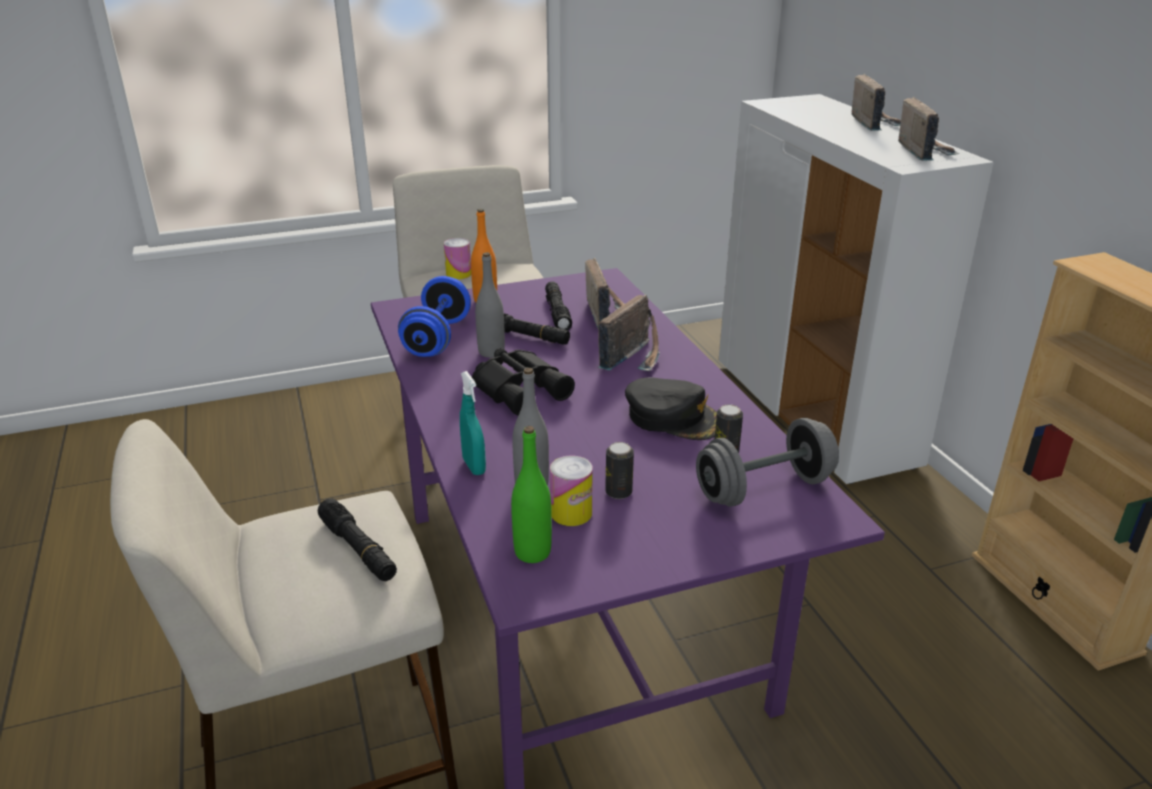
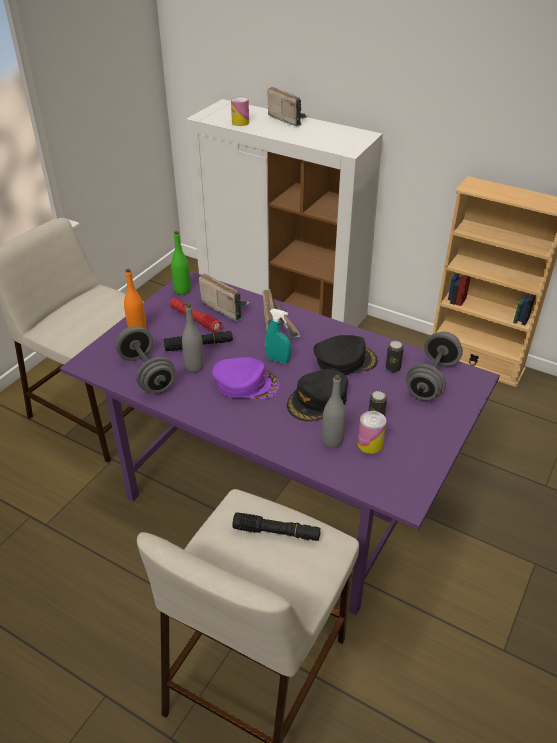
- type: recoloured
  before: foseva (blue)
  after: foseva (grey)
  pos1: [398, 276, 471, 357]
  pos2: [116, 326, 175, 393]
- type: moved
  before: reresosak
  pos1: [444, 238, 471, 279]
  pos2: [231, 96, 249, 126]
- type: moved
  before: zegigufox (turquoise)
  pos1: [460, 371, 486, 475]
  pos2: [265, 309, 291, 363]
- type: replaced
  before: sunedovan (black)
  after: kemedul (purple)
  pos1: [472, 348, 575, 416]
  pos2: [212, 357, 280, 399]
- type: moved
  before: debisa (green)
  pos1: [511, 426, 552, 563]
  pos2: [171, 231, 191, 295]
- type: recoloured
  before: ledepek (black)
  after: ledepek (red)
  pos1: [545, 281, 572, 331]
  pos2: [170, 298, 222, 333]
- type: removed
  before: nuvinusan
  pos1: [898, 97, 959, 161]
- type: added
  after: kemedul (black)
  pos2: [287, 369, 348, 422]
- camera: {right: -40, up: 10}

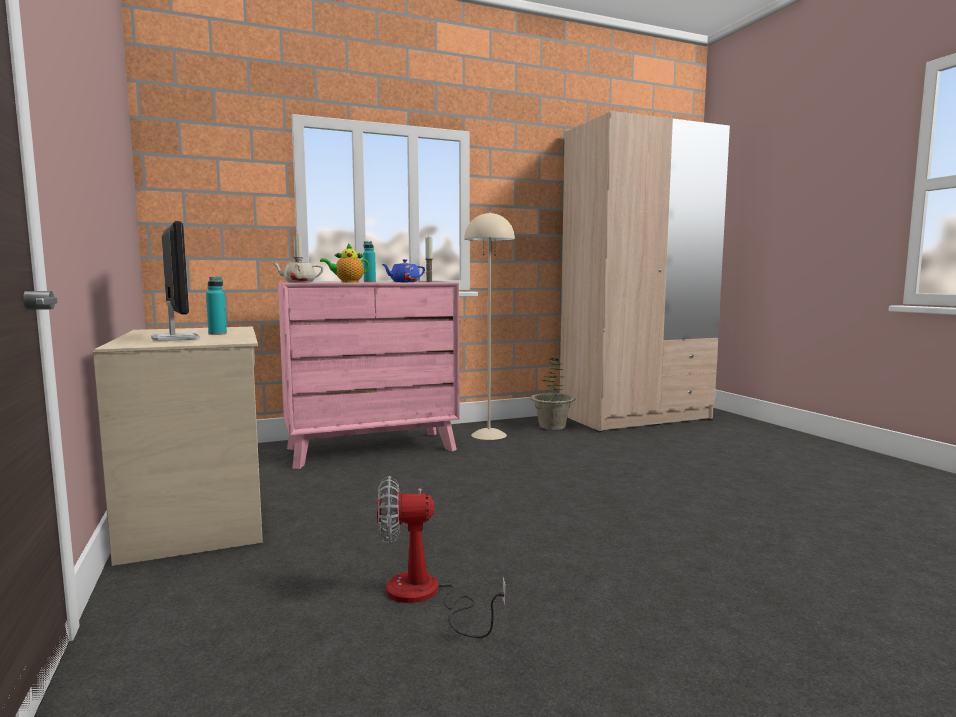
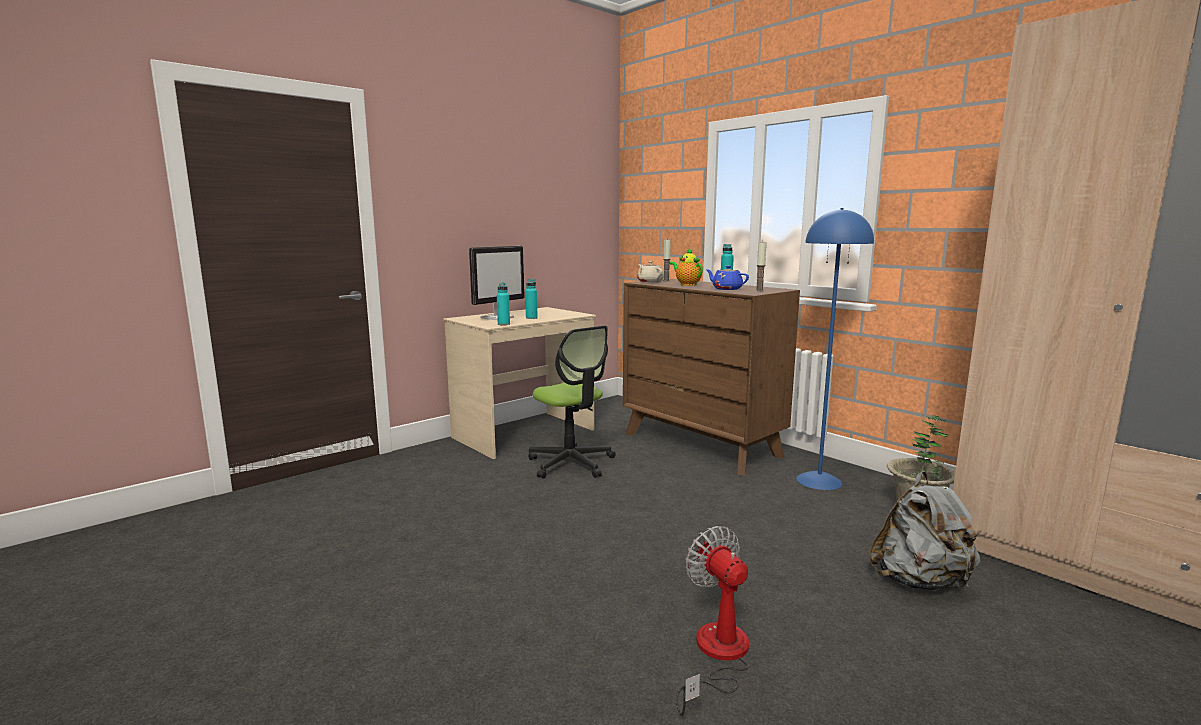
- type: recoloured
  before: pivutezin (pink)
  after: pivutezin (brown)
  pos1: [278, 282, 460, 469]
  pos2: [623, 279, 800, 476]
- type: moved
  before: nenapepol
  pos1: [377, 476, 506, 638]
  pos2: [676, 526, 749, 716]
- type: recoloured
  before: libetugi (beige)
  after: libetugi (blue)
  pos1: [464, 212, 515, 440]
  pos2: [796, 208, 874, 490]
- type: added
  after: debisa (turquoise)
  pos2: [497, 283, 510, 325]
- type: added
  after: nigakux
  pos2: [528, 326, 616, 479]
- type: added
  after: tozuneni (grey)
  pos2: [869, 471, 980, 591]
- camera: {right: 70, up: 5}

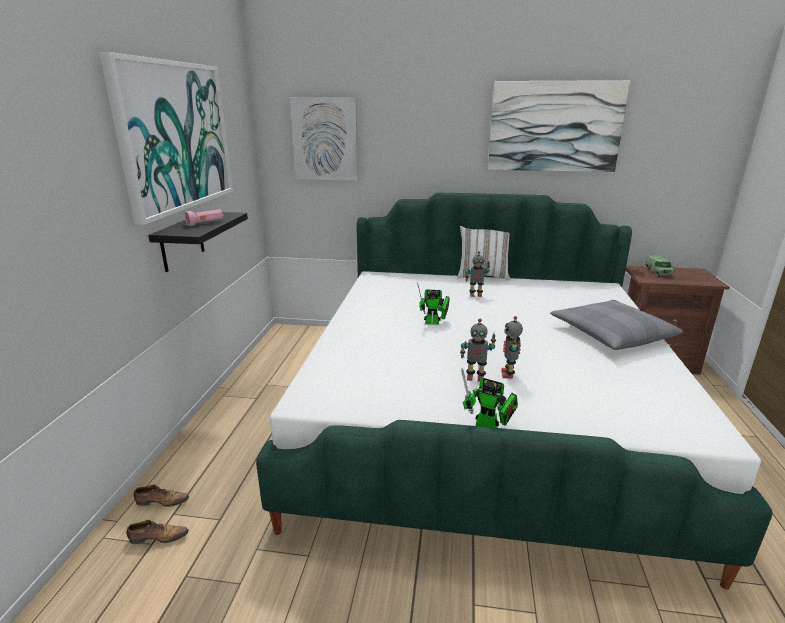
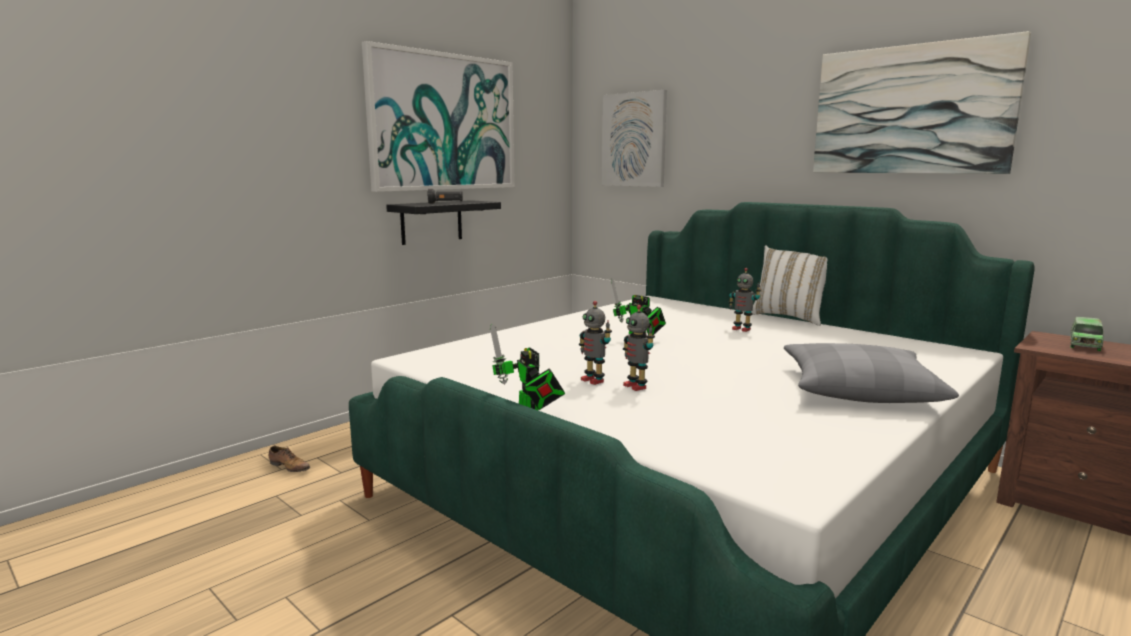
- type: removed
  before: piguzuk
  pos1: [134, 485, 189, 507]
- type: recoloured
  before: ledepek (pink)
  after: ledepek (black)
  pos1: [185, 209, 223, 226]
  pos2: [428, 189, 463, 203]
- type: turned
  before: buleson
  pos1: [502, 316, 523, 379]
  pos2: [623, 305, 655, 391]
  turn: -75
- camera: {right: 35, up: -10}

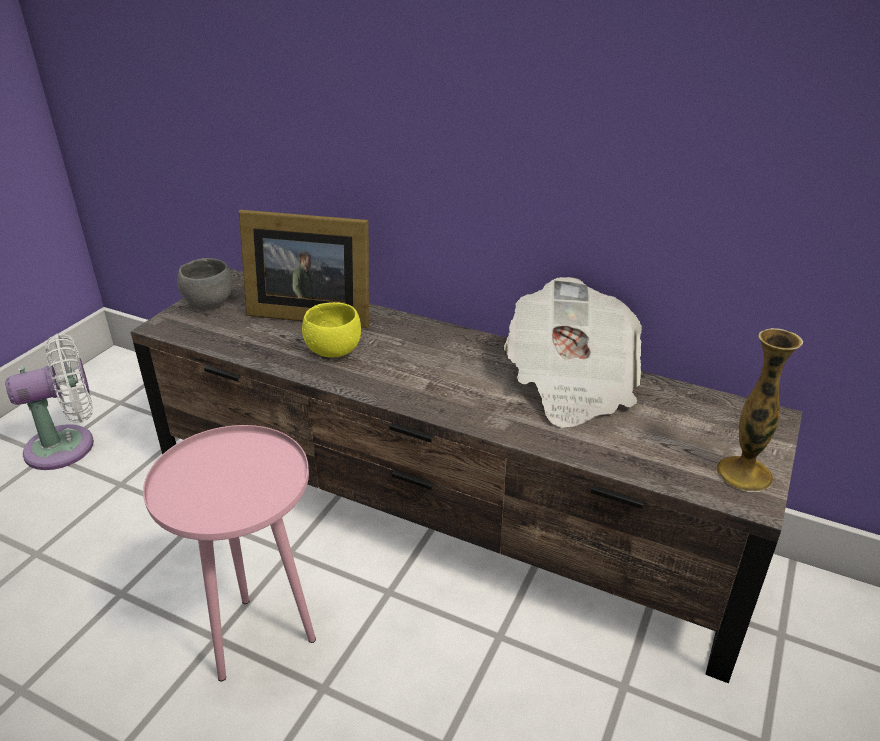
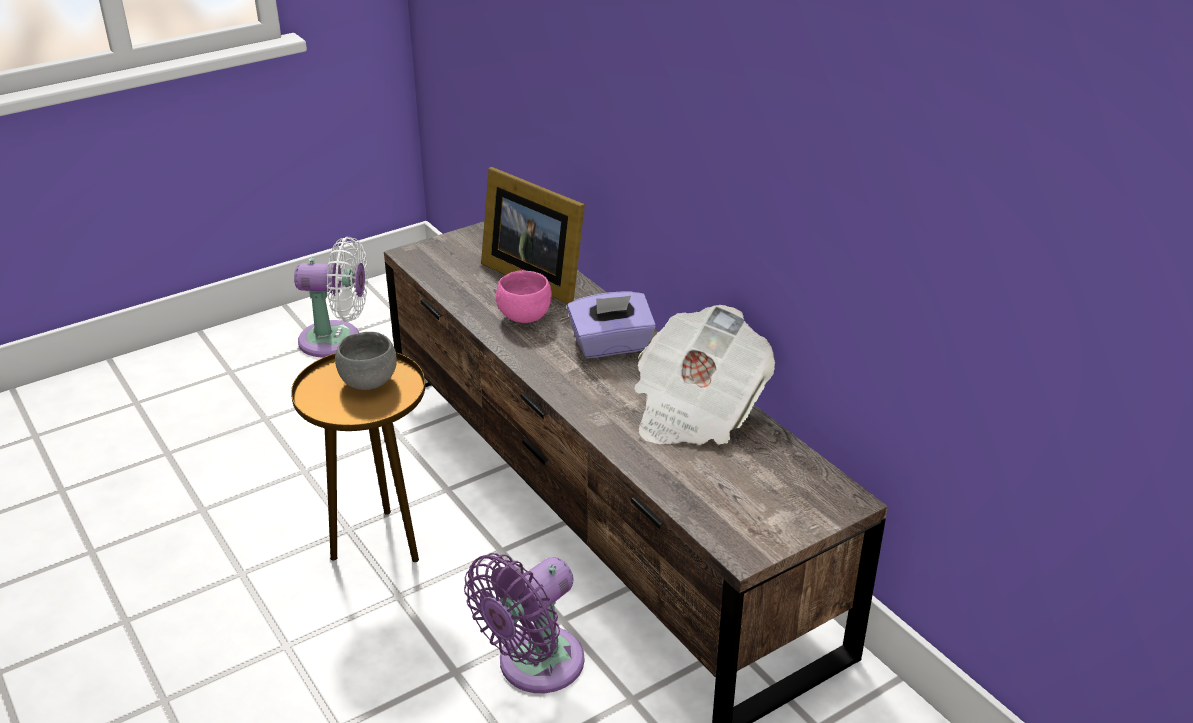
- type: recoloured
  before: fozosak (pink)
  after: fozosak (brown)
  pos1: [143, 425, 316, 681]
  pos2: [291, 352, 425, 562]
- type: moved
  before: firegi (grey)
  pos1: [177, 258, 233, 308]
  pos2: [335, 332, 397, 390]
- type: recoloured
  before: firegi (yellow)
  after: firegi (pink)
  pos1: [302, 302, 361, 358]
  pos2: [496, 270, 552, 323]
- type: removed
  before: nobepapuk
  pos1: [716, 328, 803, 492]
- type: added
  after: nenapepol (purple)
  pos2: [464, 553, 584, 693]
- type: added
  after: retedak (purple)
  pos2: [567, 291, 656, 358]
- camera: {right: 30, up: 0}

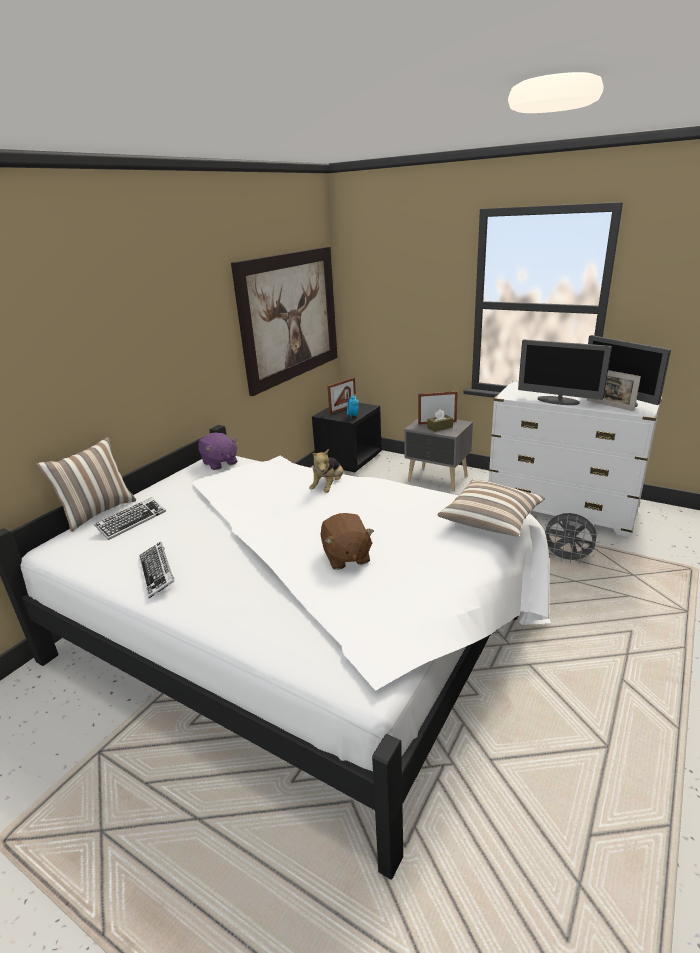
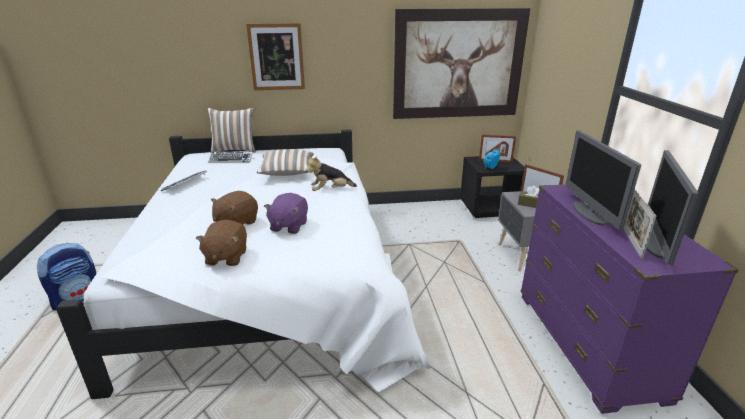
- type: moved
  before: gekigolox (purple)
  pos1: [198, 433, 237, 470]
  pos2: [264, 193, 308, 234]
- type: moved
  before: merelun
  pos1: [438, 479, 546, 536]
  pos2: [256, 149, 314, 176]
- type: recoloured
  before: pivutezin (white)
  after: pivutezin (purple)
  pos1: [489, 381, 663, 537]
  pos2: [521, 184, 739, 414]
- type: removed
  before: nenapepol (grey)
  pos1: [545, 513, 600, 564]
- type: added
  after: tozuneni
  pos2: [37, 243, 97, 310]
- type: added
  after: gekigolox (brown)
  pos2: [196, 220, 247, 266]
- type: added
  after: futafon
  pos2: [246, 23, 305, 90]
- camera: {right: 50, up: 0}

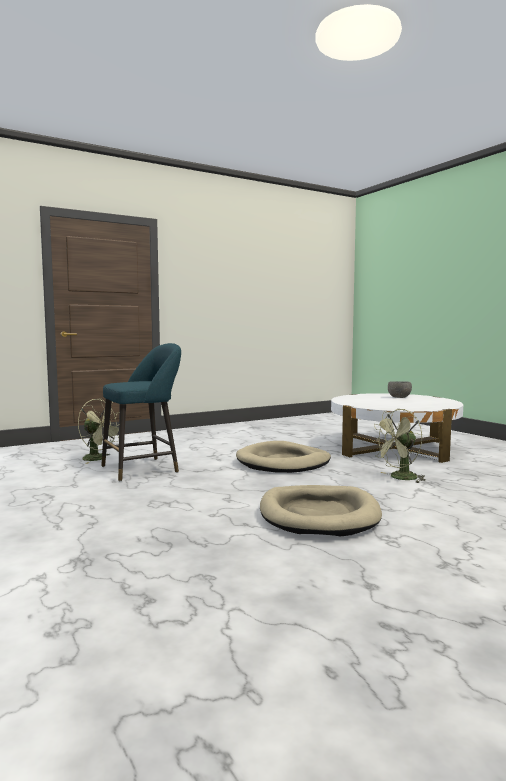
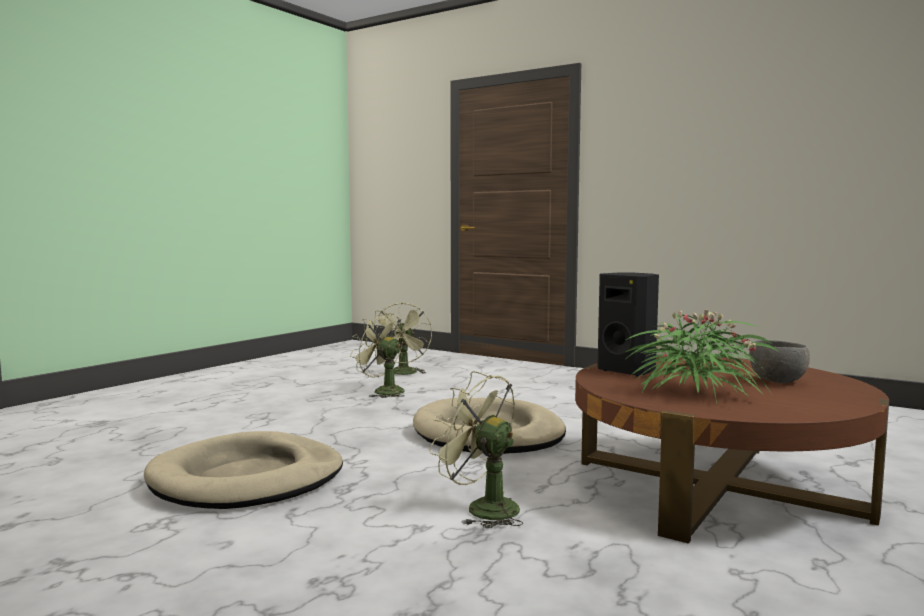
- type: replaced
  before: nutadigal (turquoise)
  after: nenapepol (green)
  pos1: [101, 343, 181, 481]
  pos2: [350, 311, 405, 398]
- type: recoloured
  before: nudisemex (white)
  after: nudisemex (brown)
  pos1: [331, 393, 463, 463]
  pos2: [575, 356, 889, 543]
- type: added
  after: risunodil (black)
  pos2: [597, 272, 659, 377]
- type: added
  after: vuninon
  pos2: [624, 309, 778, 404]
- camera: {right: 65, up: 0}

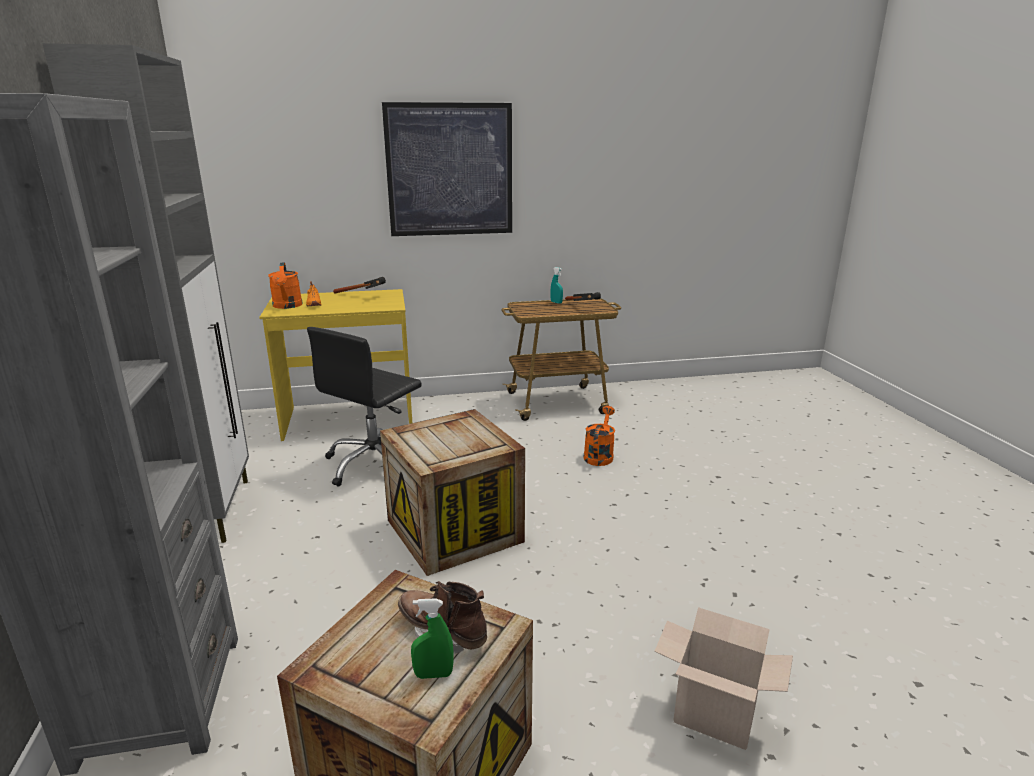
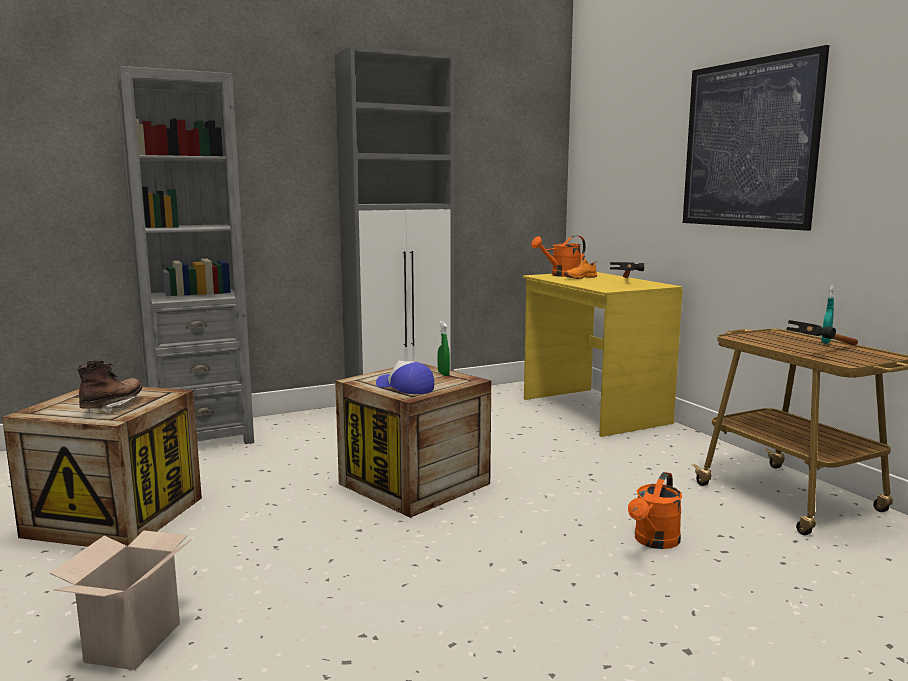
- type: removed
  before: nigakux (black)
  pos1: [307, 327, 422, 487]
- type: moved
  before: zegigufox (green)
  pos1: [411, 598, 454, 679]
  pos2: [438, 321, 450, 376]
- type: turned
  before: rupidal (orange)
  pos1: [583, 406, 615, 466]
  pos2: [628, 472, 682, 549]
  turn: 120
- type: added
  after: kemedul
  pos2: [376, 361, 434, 394]
- camera: {right: 75, up: -10}

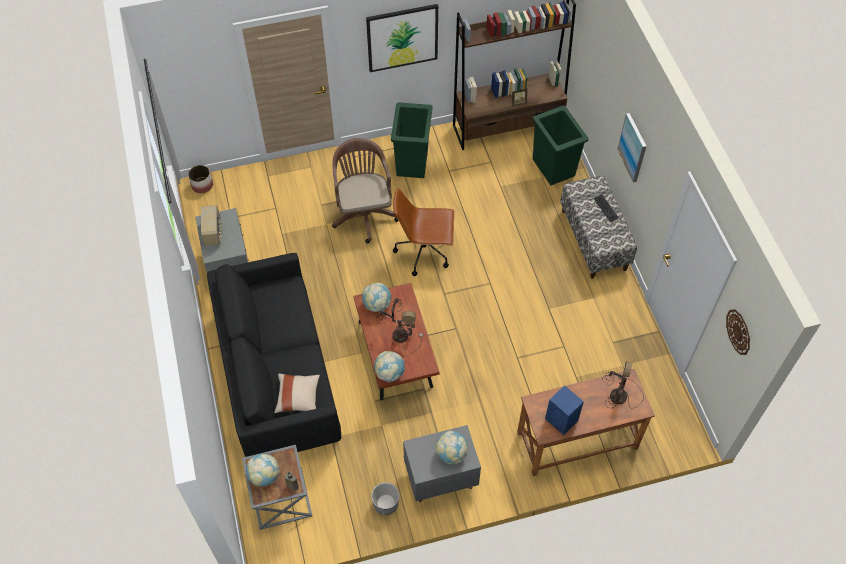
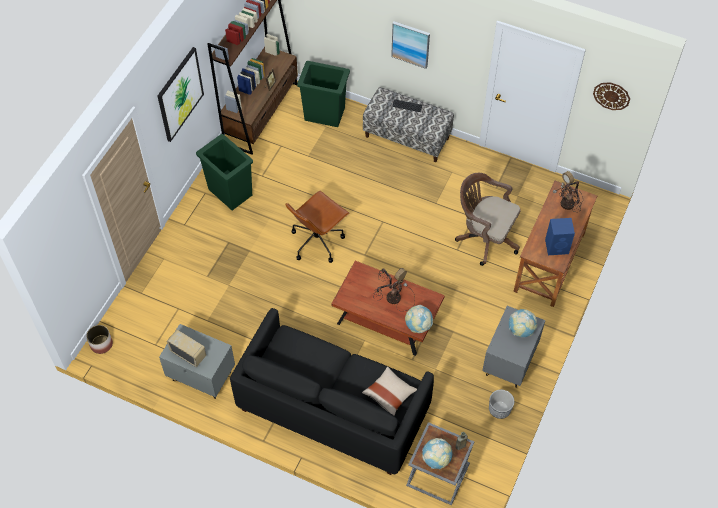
- type: moved
  before: nigakux (brown)
  pos1: [332, 138, 399, 243]
  pos2: [455, 173, 521, 266]
- type: removed
  before: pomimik
  pos1: [362, 283, 391, 312]
- camera: {right: -50, up: 0}

